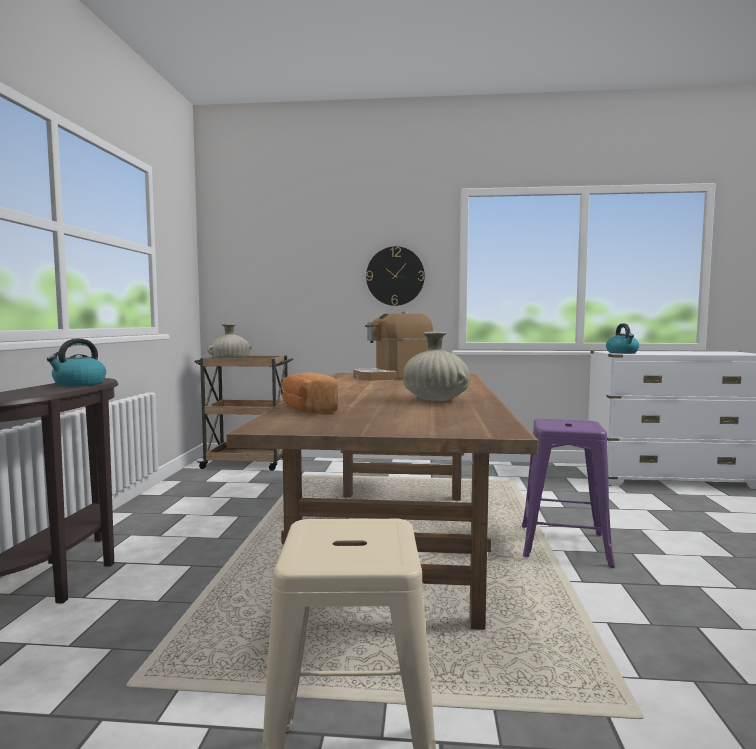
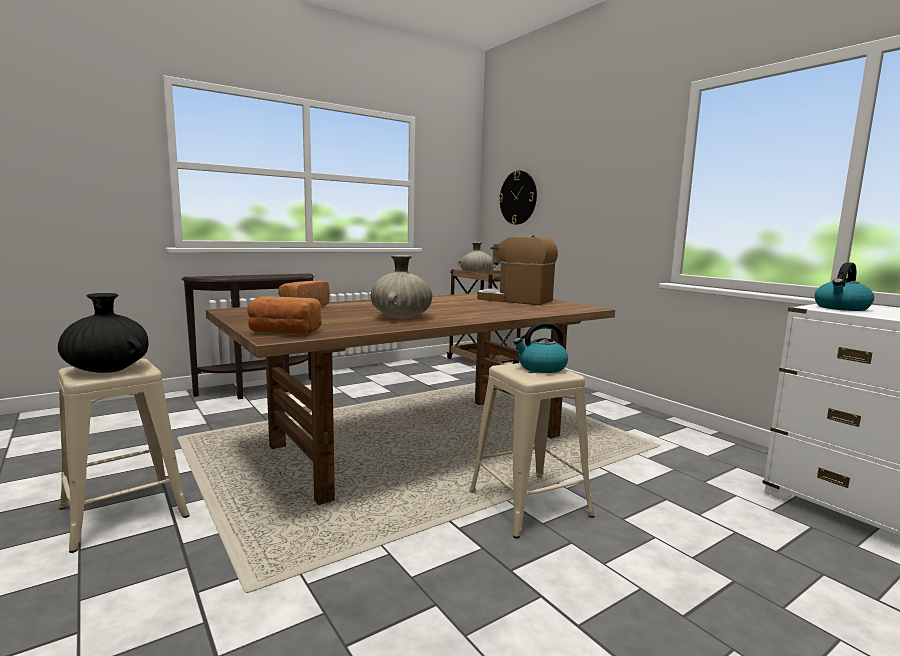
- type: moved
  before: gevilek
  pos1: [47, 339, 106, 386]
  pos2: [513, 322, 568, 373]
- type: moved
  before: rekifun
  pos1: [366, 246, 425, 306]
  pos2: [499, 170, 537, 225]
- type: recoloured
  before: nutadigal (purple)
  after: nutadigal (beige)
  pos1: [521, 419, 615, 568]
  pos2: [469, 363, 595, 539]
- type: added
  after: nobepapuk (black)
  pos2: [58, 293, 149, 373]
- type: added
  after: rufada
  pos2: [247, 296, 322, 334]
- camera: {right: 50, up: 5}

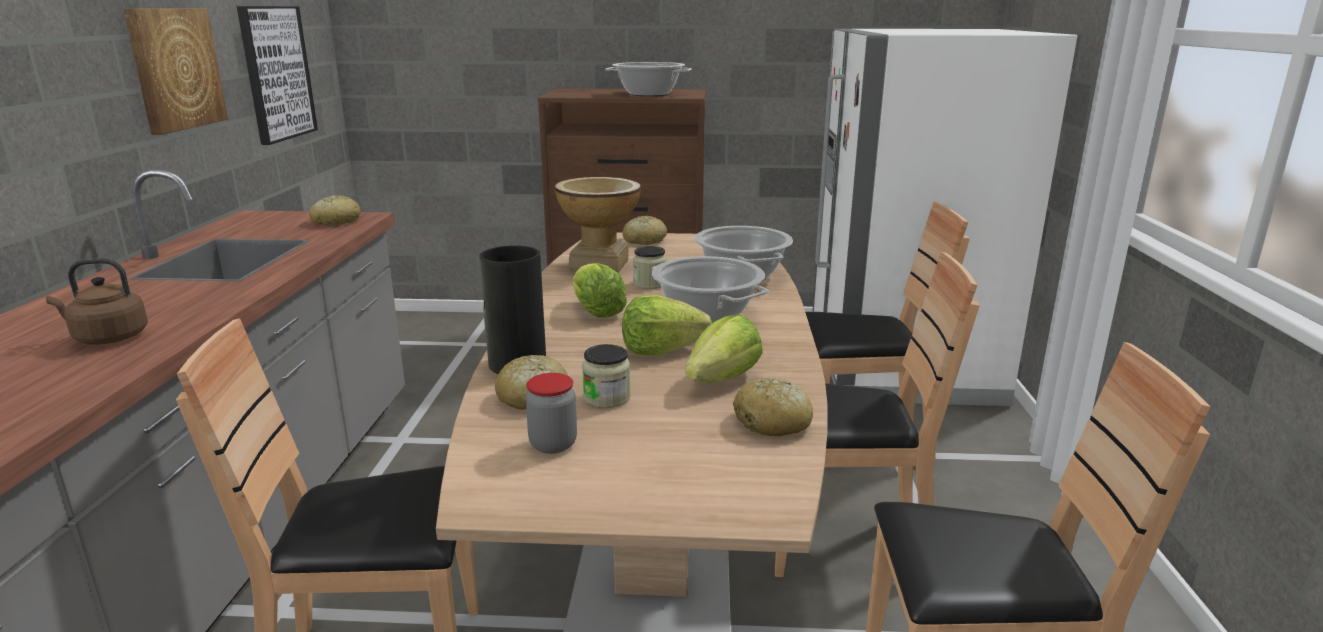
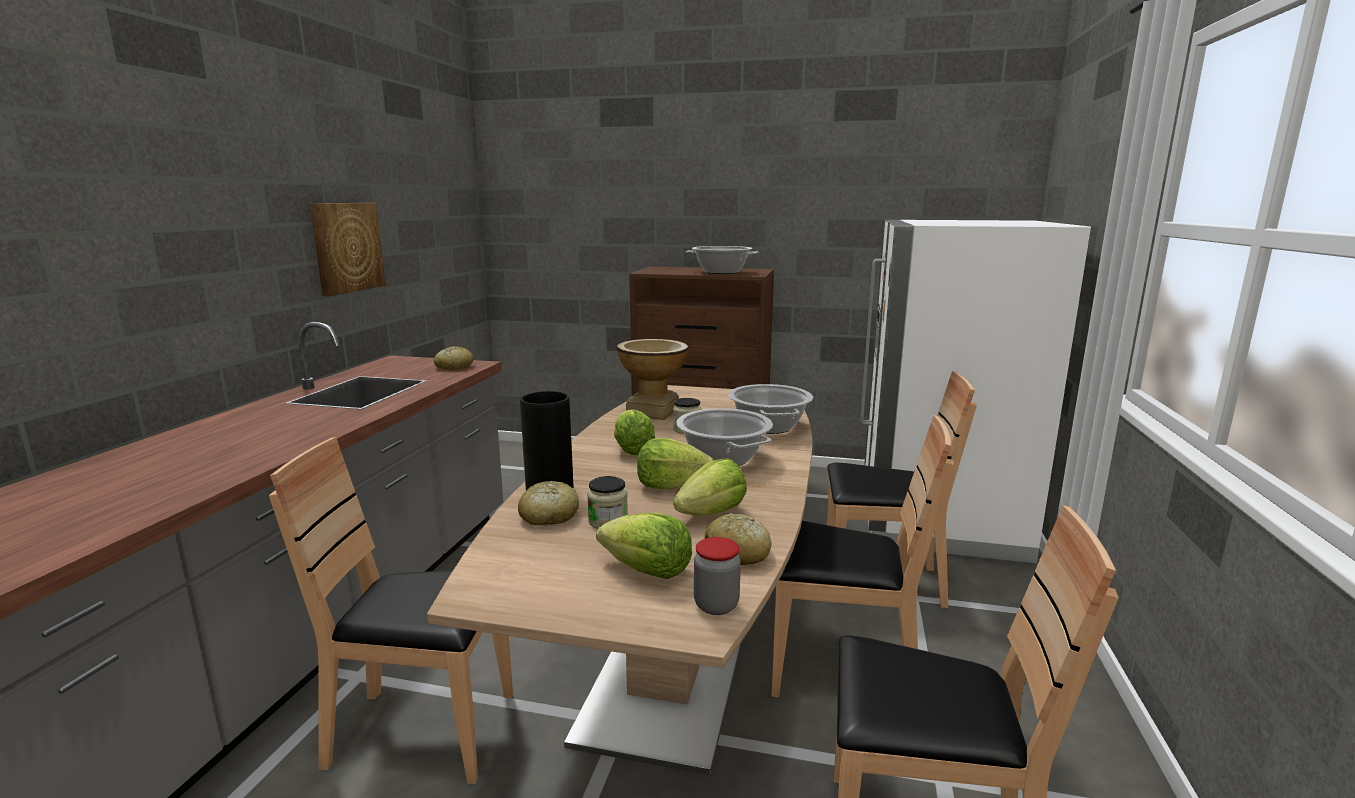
- type: removed
  before: gevilek (brown)
  pos1: [46, 258, 148, 344]
- type: removed
  before: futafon
  pos1: [237, 6, 318, 145]
- type: moved
  before: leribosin
  pos1: [526, 373, 577, 454]
  pos2: [694, 537, 741, 615]
- type: removed
  before: rufada
  pos1: [622, 215, 667, 245]
- type: added
  after: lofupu
  pos2: [596, 513, 692, 579]
- camera: {right: 10, up: -5}

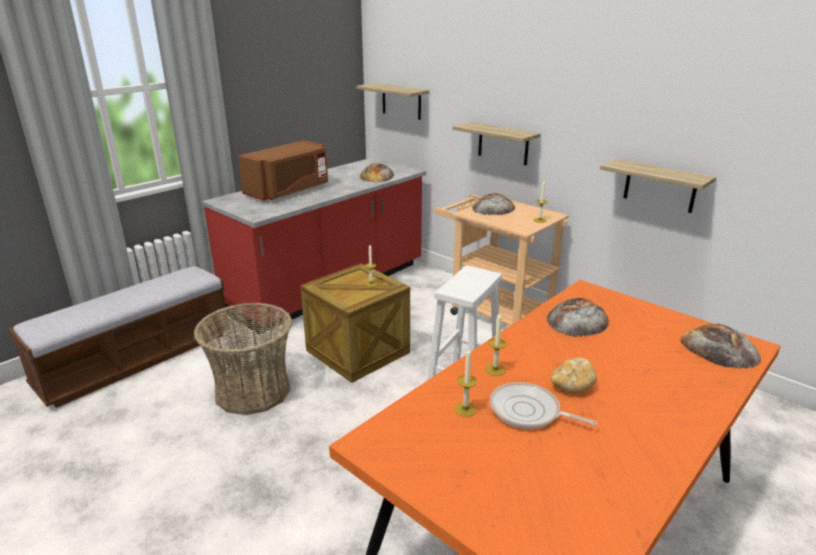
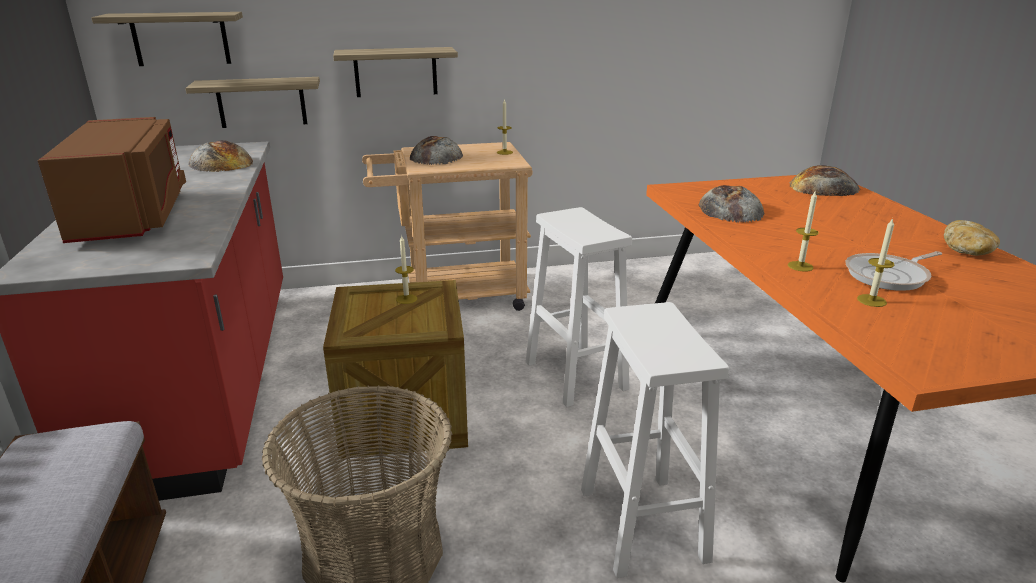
- type: moved
  before: rufada
  pos1: [551, 357, 597, 393]
  pos2: [944, 220, 1000, 256]
- type: moved
  before: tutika
  pos1: [600, 159, 716, 213]
  pos2: [185, 77, 320, 128]
- type: added
  after: nutadigal (white)
  pos2: [581, 302, 729, 578]
- camera: {right: -55, up: 0}

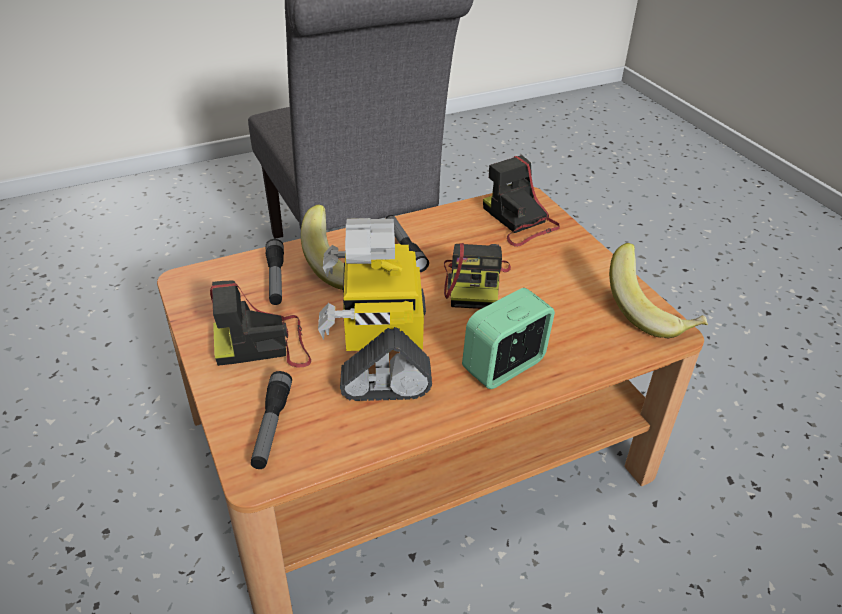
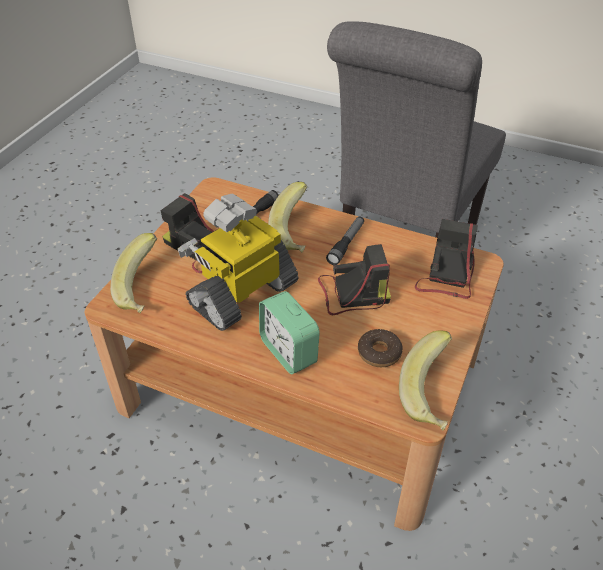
- type: replaced
  before: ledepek
  after: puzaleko
  pos1: [251, 371, 292, 469]
  pos2: [110, 233, 157, 313]
- type: turned
  before: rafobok
  pos1: [444, 243, 511, 309]
  pos2: [318, 244, 391, 315]
  turn: -150
- type: turned
  before: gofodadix
  pos1: [462, 288, 555, 389]
  pos2: [259, 291, 320, 374]
  turn: -135
- type: added
  after: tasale
  pos2: [358, 329, 403, 367]
- camera: {right: 50, up: 5}

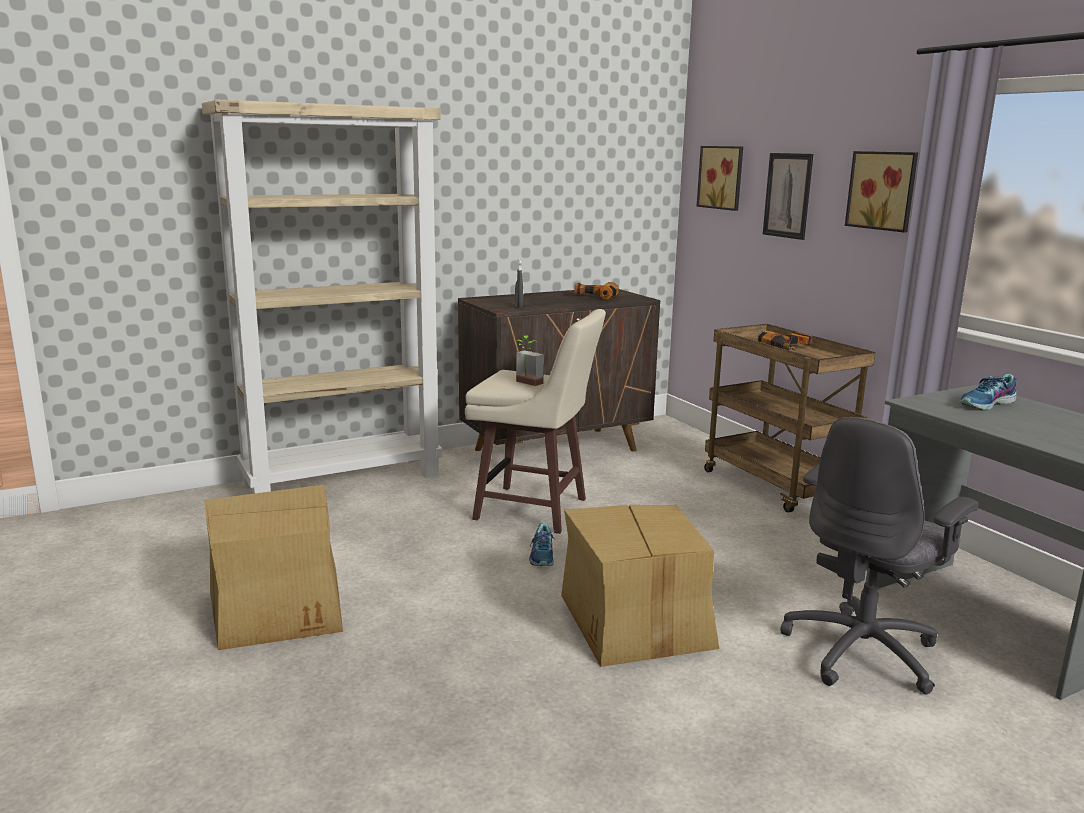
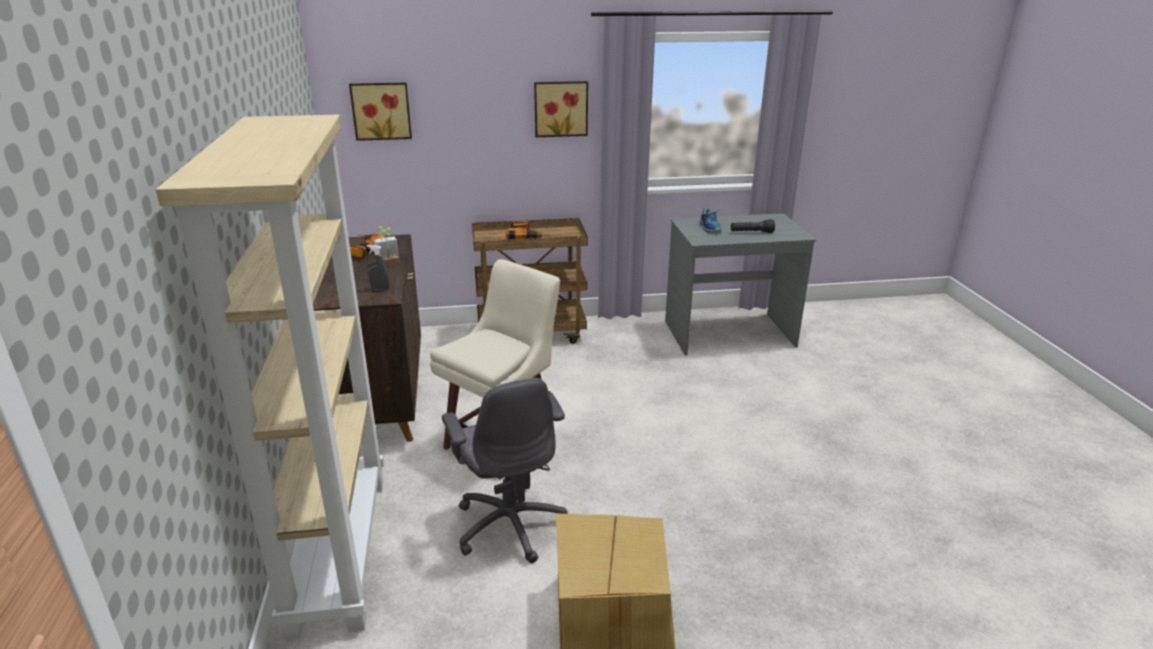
- type: moved
  before: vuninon
  pos1: [516, 336, 544, 386]
  pos2: [373, 226, 400, 265]
- type: removed
  before: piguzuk
  pos1: [529, 523, 555, 566]
- type: removed
  before: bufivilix
  pos1: [561, 505, 719, 667]
- type: removed
  before: futafon
  pos1: [763, 153, 813, 240]
- type: moved
  before: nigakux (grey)
  pos1: [780, 417, 979, 694]
  pos2: [442, 378, 568, 563]
- type: added
  after: ledepek (black)
  pos2: [731, 219, 775, 233]
- camera: {right: -70, up: 10}

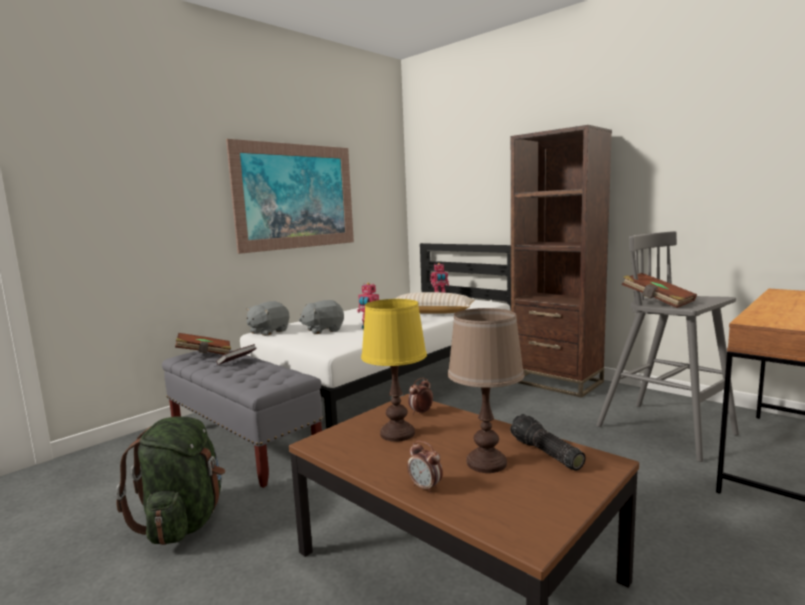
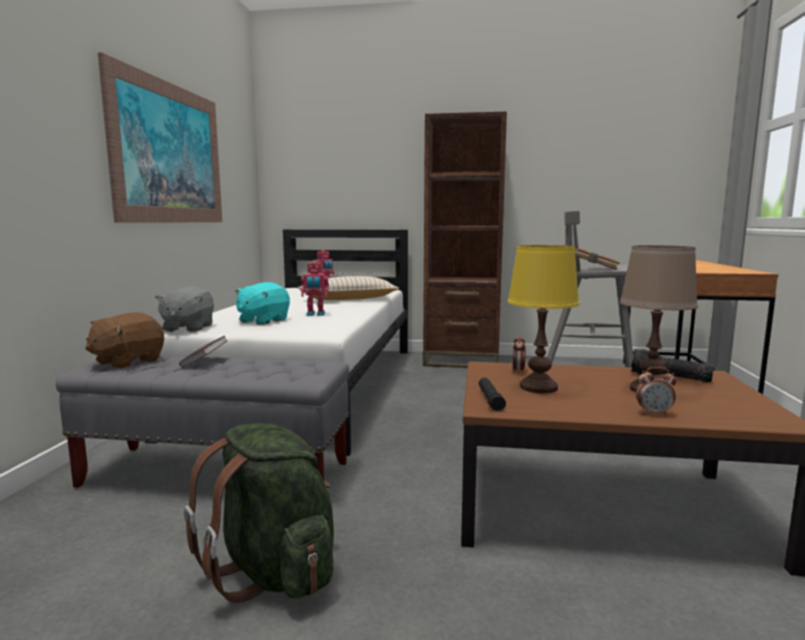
- type: replaced
  before: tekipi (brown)
  after: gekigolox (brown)
  pos1: [175, 333, 231, 355]
  pos2: [85, 312, 164, 369]
- type: recoloured
  before: gekigolox (grey)
  after: gekigolox (turquoise)
  pos1: [299, 300, 344, 335]
  pos2: [235, 282, 290, 325]
- type: added
  after: ledepek (black)
  pos2: [479, 378, 506, 412]
- camera: {right: -35, up: 0}

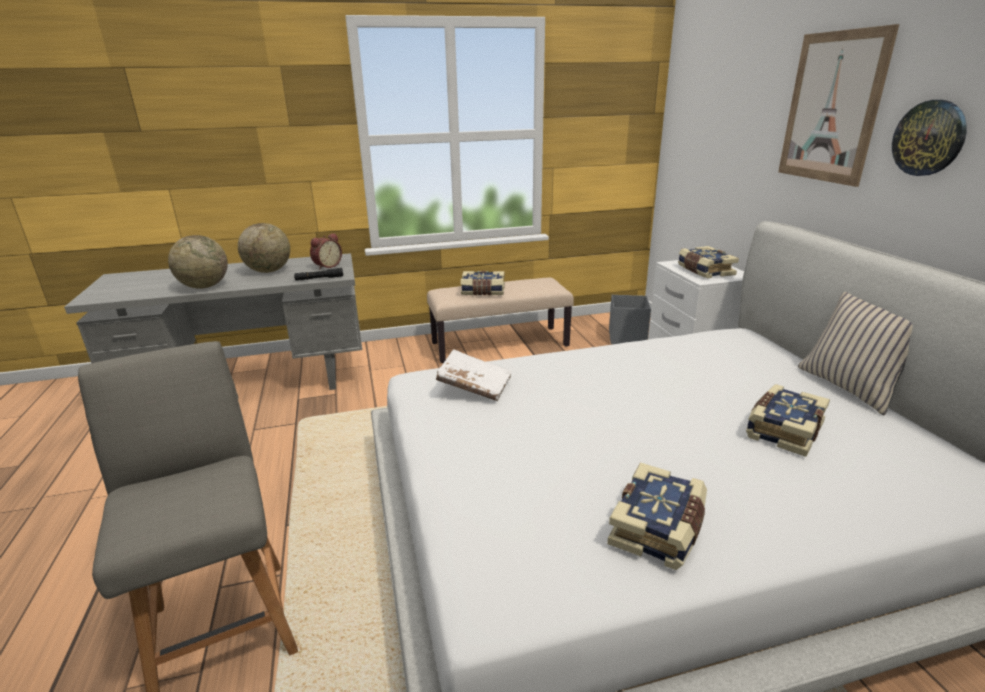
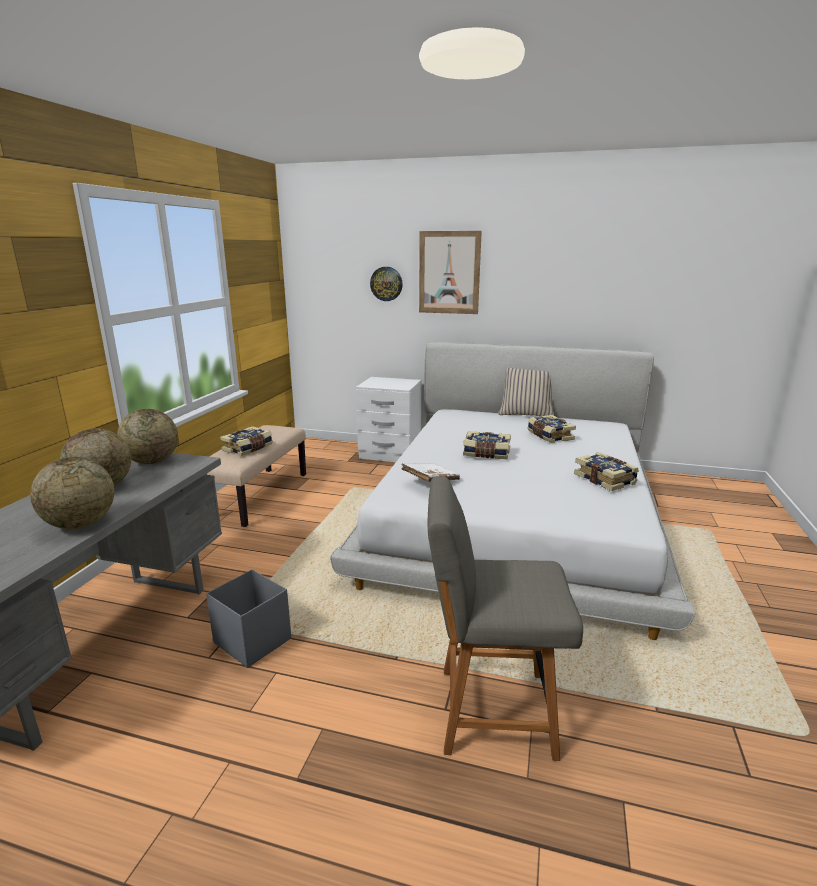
- type: removed
  before: ledepek (black)
  pos1: [294, 268, 343, 281]
- type: replaced
  before: gofodadix
  after: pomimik
  pos1: [310, 233, 342, 270]
  pos2: [117, 409, 178, 464]
- type: moved
  before: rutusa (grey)
  pos1: [609, 295, 651, 344]
  pos2: [206, 569, 291, 668]
- type: moved
  before: tekipi
  pos1: [678, 246, 739, 278]
  pos2: [463, 431, 511, 459]
- type: moved
  before: rekifun
  pos1: [892, 100, 967, 176]
  pos2: [370, 267, 403, 301]
- camera: {right: -60, up: -5}

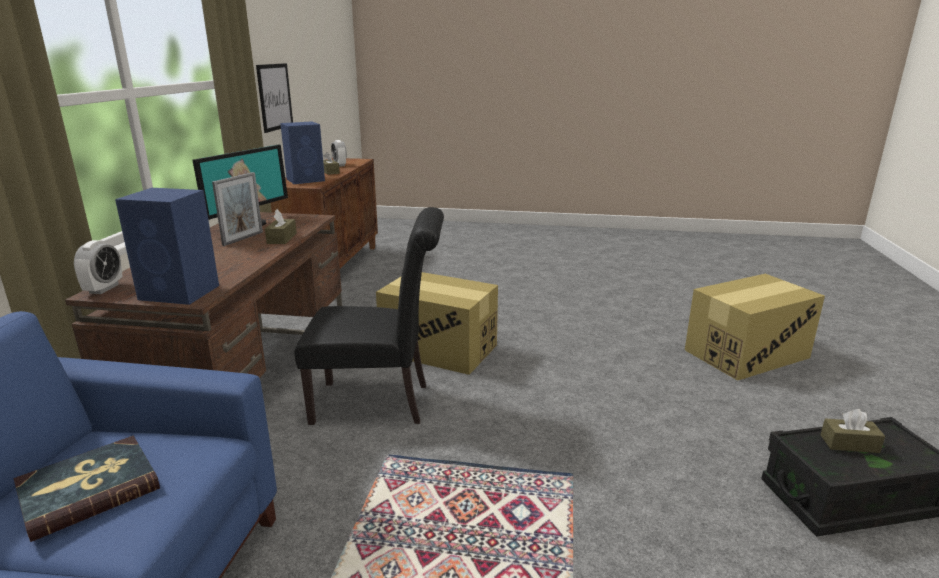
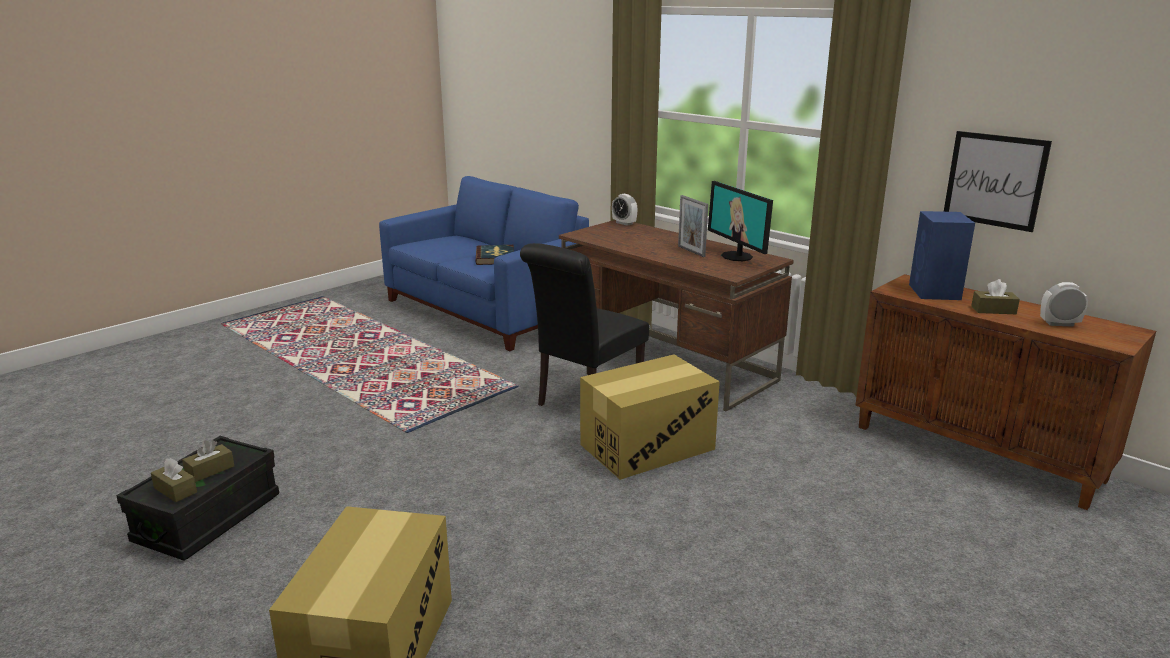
- type: removed
  before: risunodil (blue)
  pos1: [115, 188, 219, 305]
- type: moved
  before: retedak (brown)
  pos1: [265, 209, 297, 244]
  pos2: [151, 458, 197, 502]
- camera: {right: 125, up: 0}

